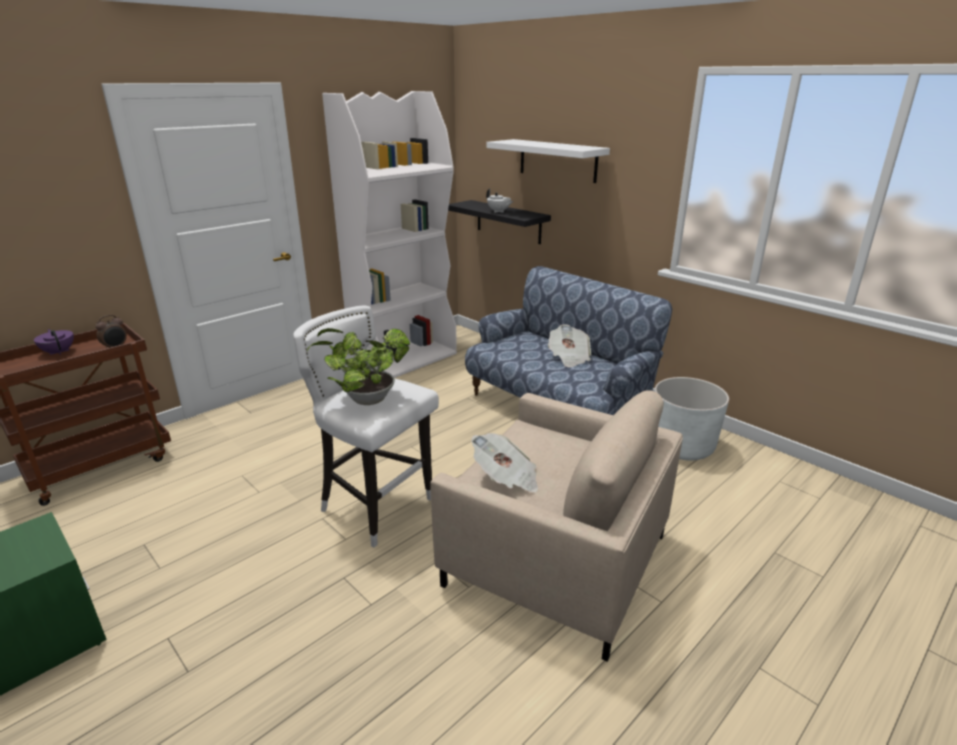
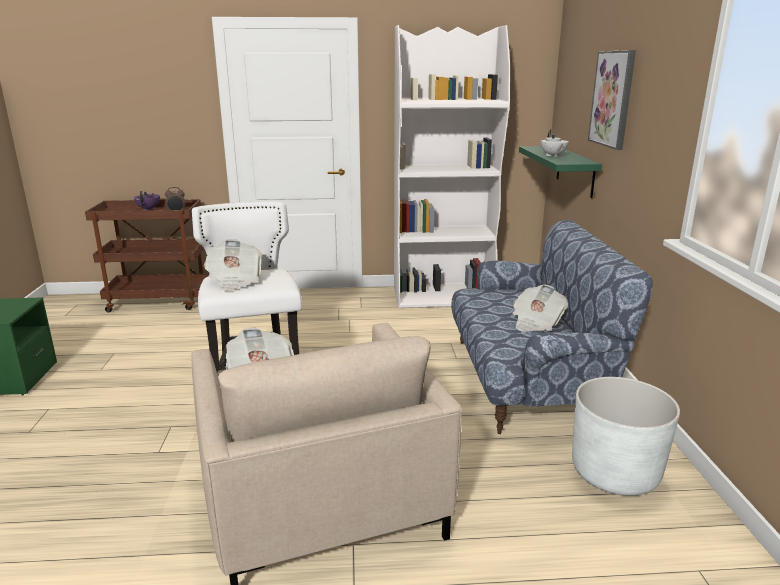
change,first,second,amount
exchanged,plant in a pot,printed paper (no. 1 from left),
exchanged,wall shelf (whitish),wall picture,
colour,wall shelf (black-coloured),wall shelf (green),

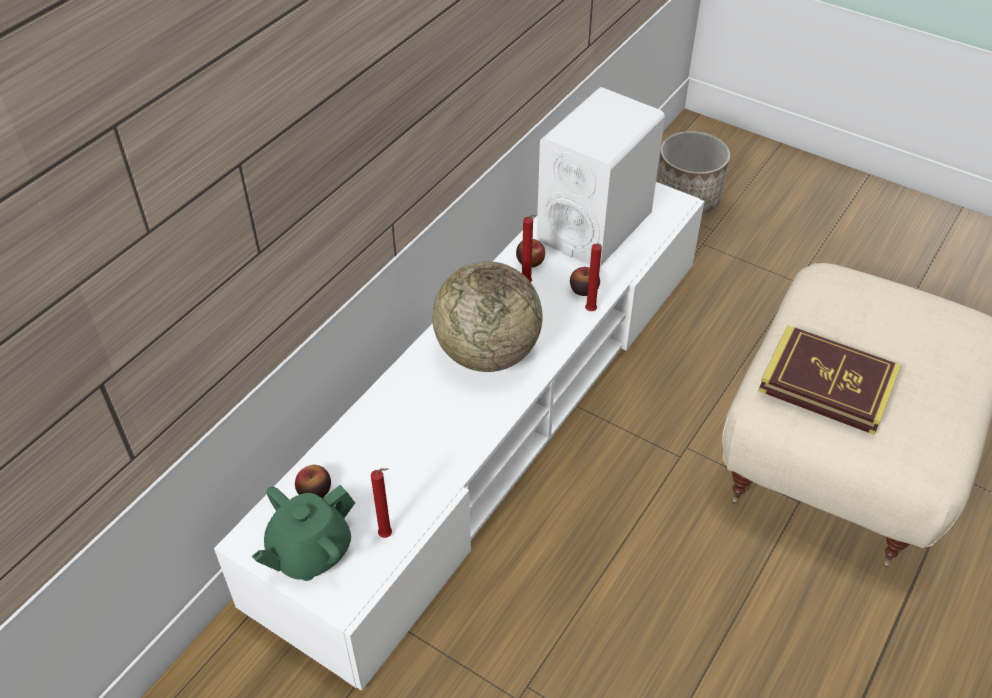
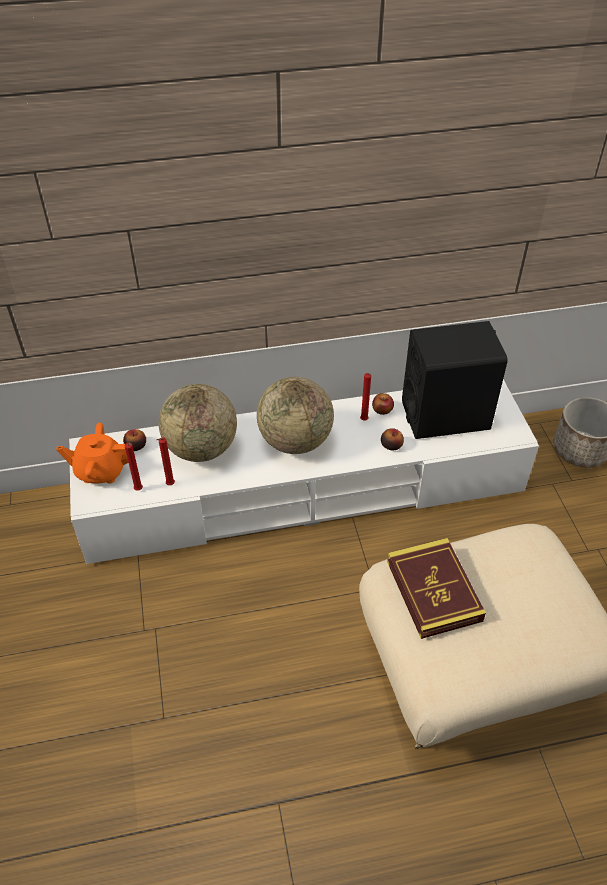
change,first,second,amount
appeared,,globe (no. 1 from left),
relocated,wax light (red-coloured) (no. 3 from left in the first image),wax light (red-coloured) (no. 2 from left),
colour,teapot (green),teapot (orangey),
colour,speaker (whitish),speaker (black-coloured),

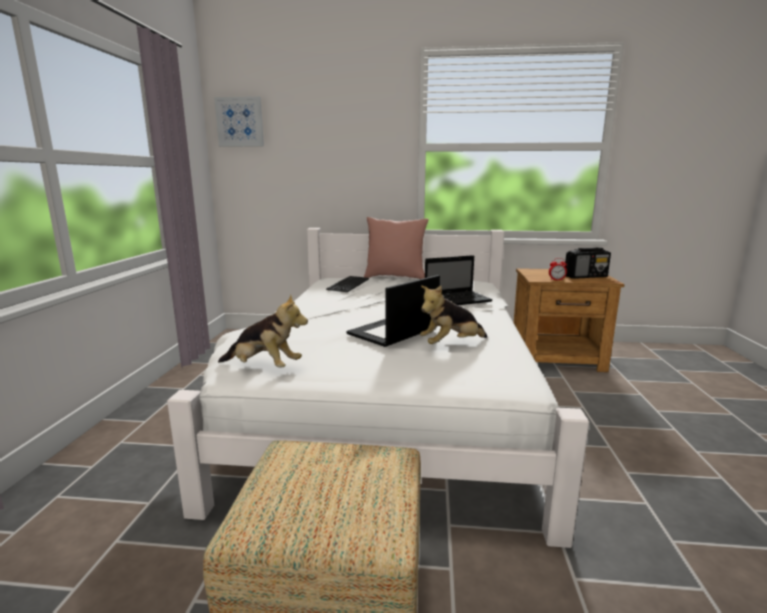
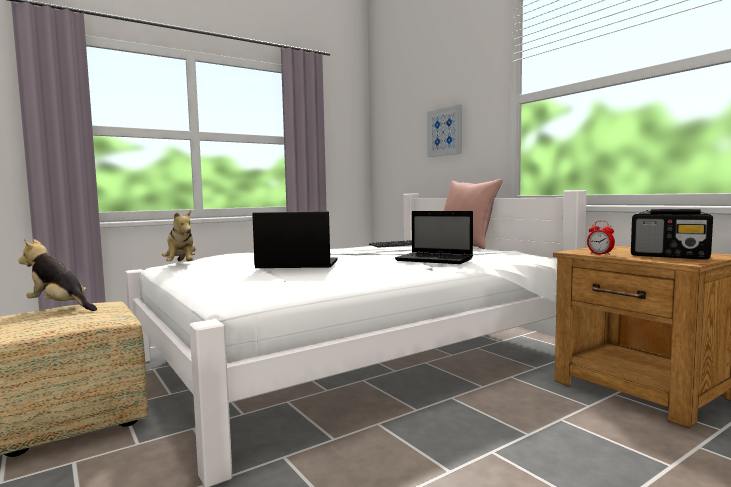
change,first,second,amount
relocated,wall picture,,
relocated,plush toy (no. 2 from left in the first image),plush toy (no. 1 from left),

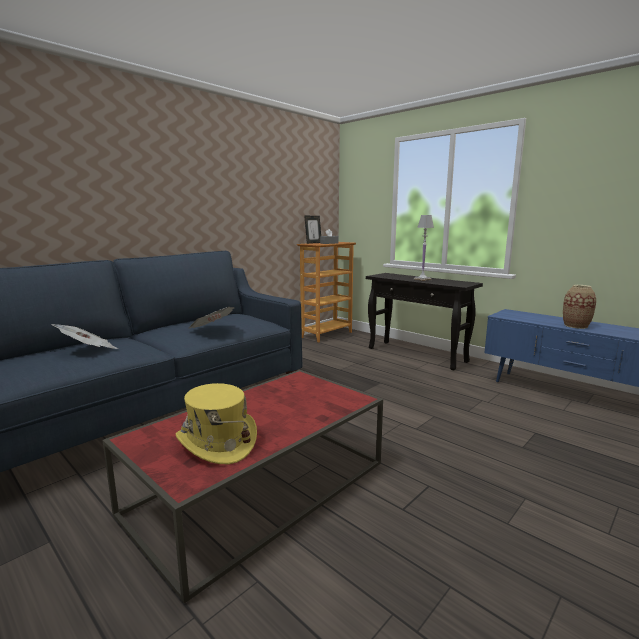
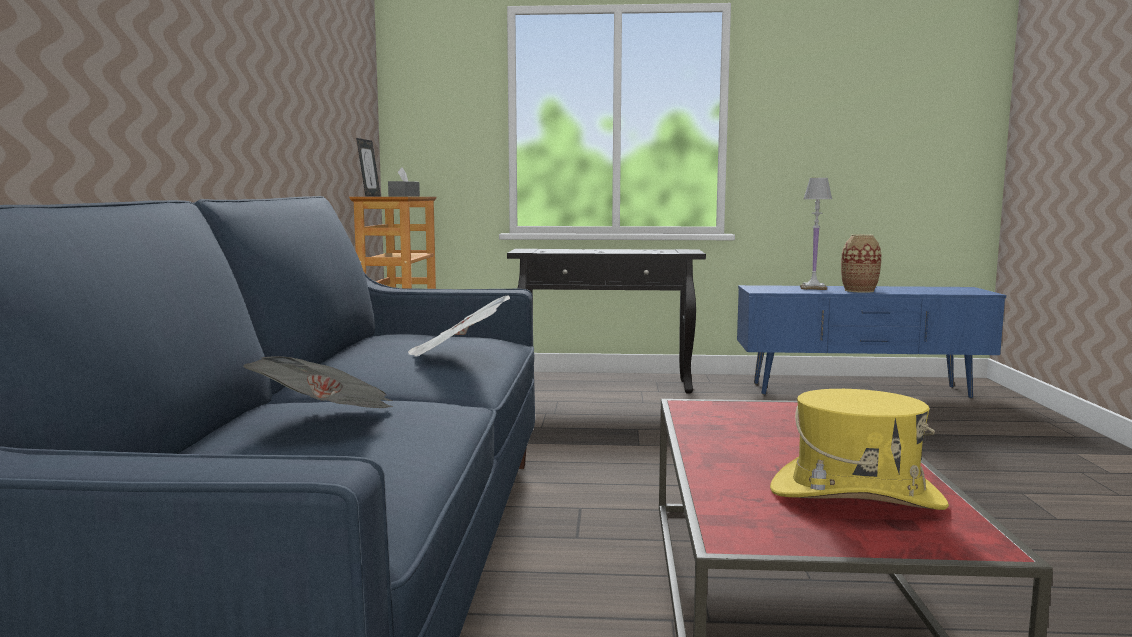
change,first,second,amount
relocated,lamp for a table (whitish),,

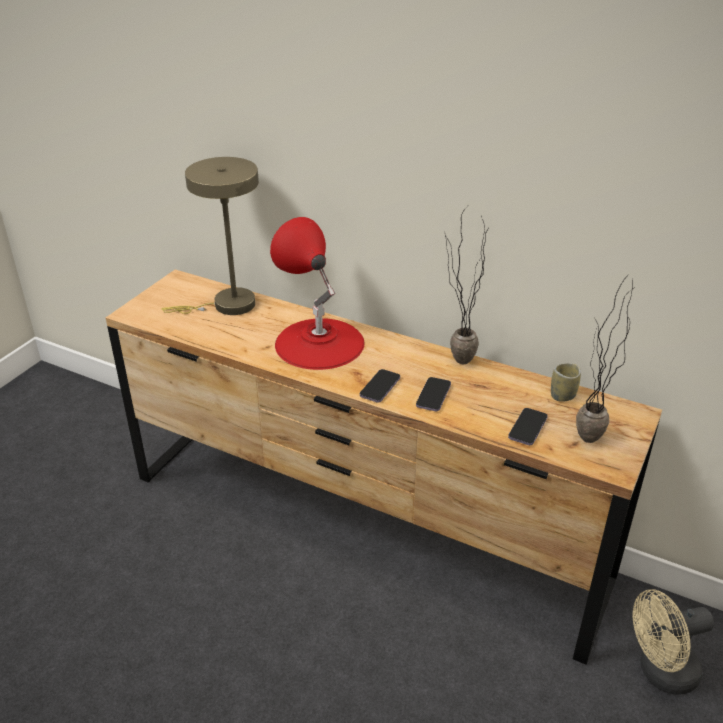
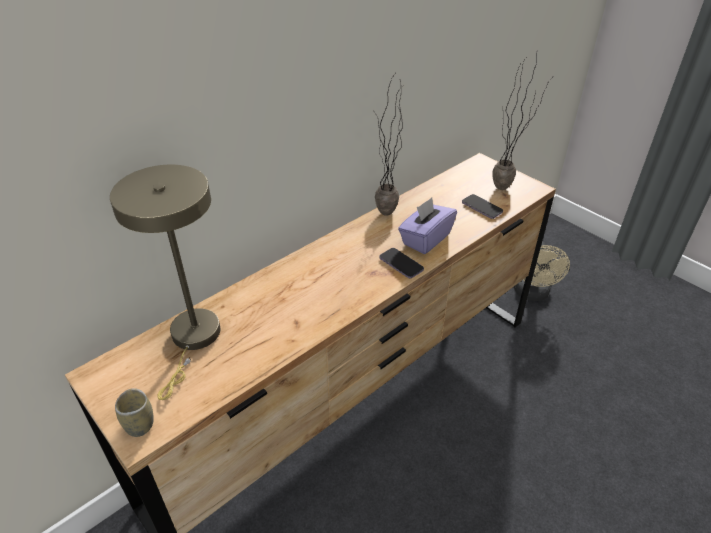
change,first,second,amount
missing,lamp for a table (red-coloured),,
relocated,cup,,
exchanged,telephone (no. 2 from left),box of tissues (purple-coloured),

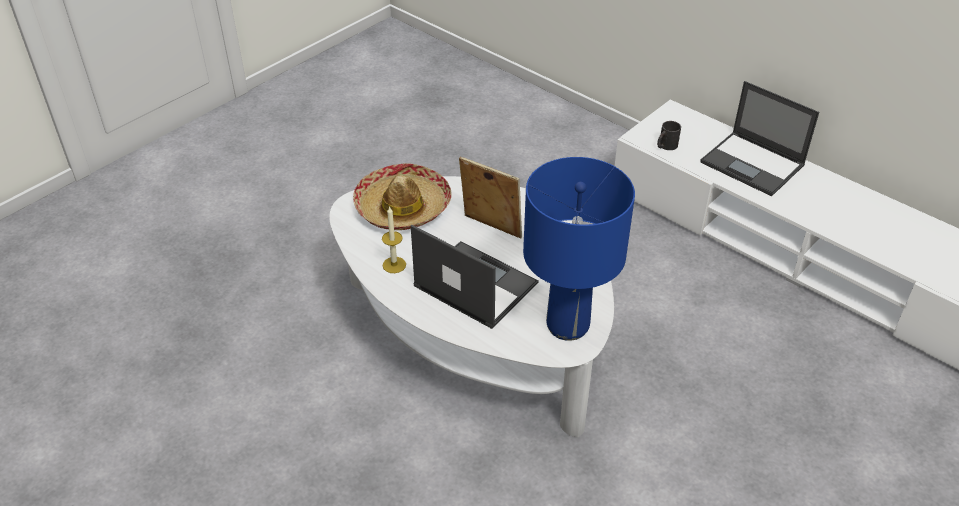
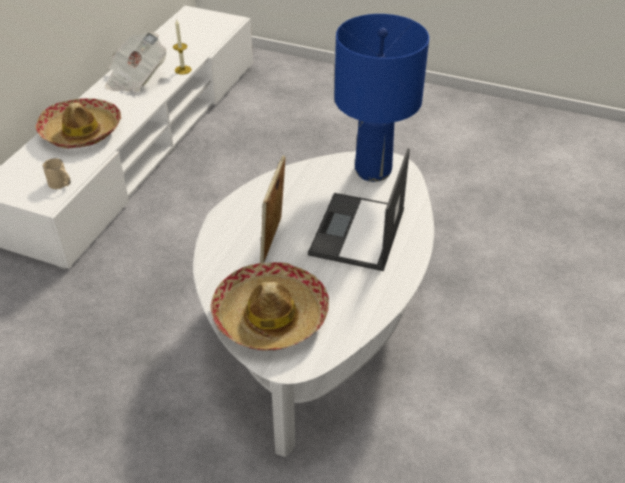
change,first,second,amount
appeared,,printed paper,
relocated,wax light,,
exchanged,portable computer (no. 2 from left),wearable hat (no. 1 from left),
colour,coffee mug (black-coloured),coffee mug (sand-coloured),

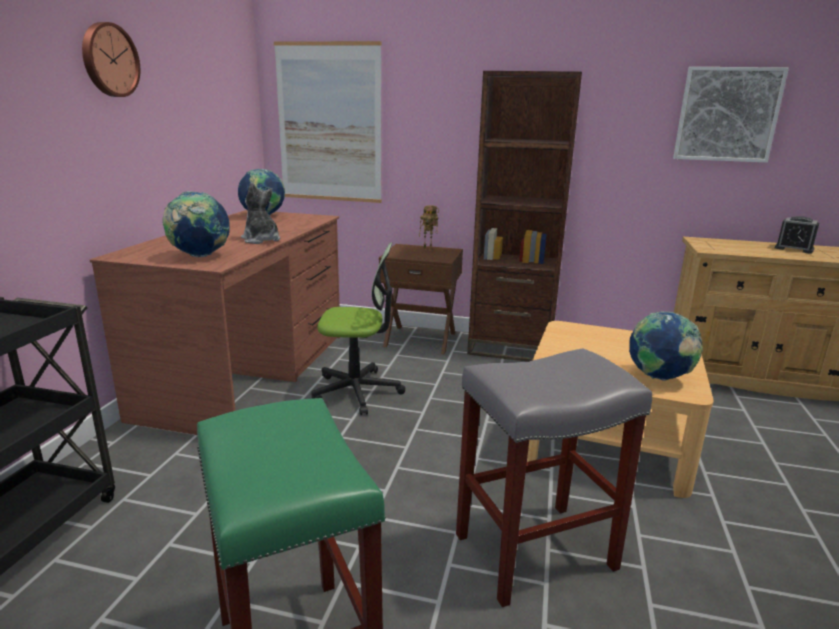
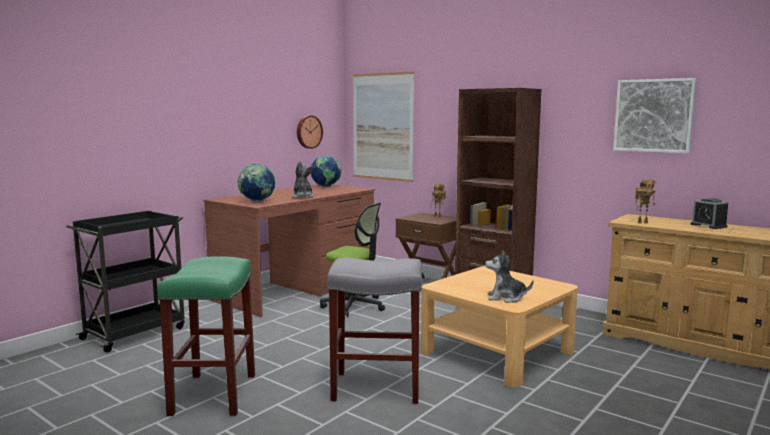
change,first,second,amount
appeared,,model robot (no. 2 from left),
relocated,wall clock,,
exchanged,globe (no. 3 from left),plush toy (no. 2 from left),

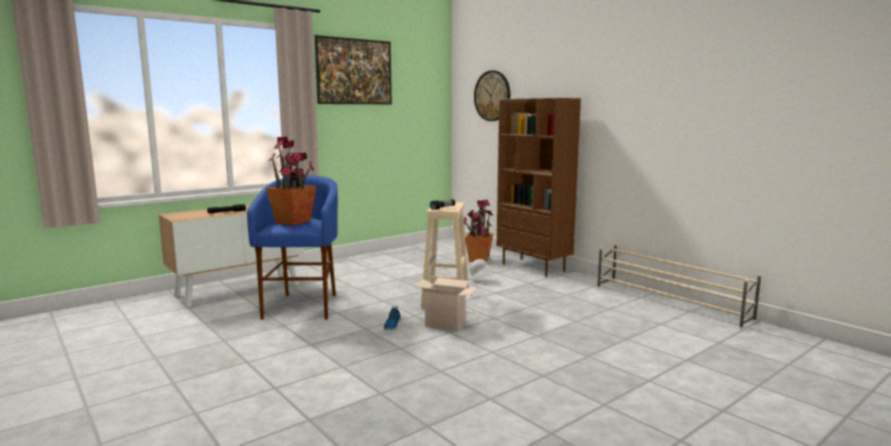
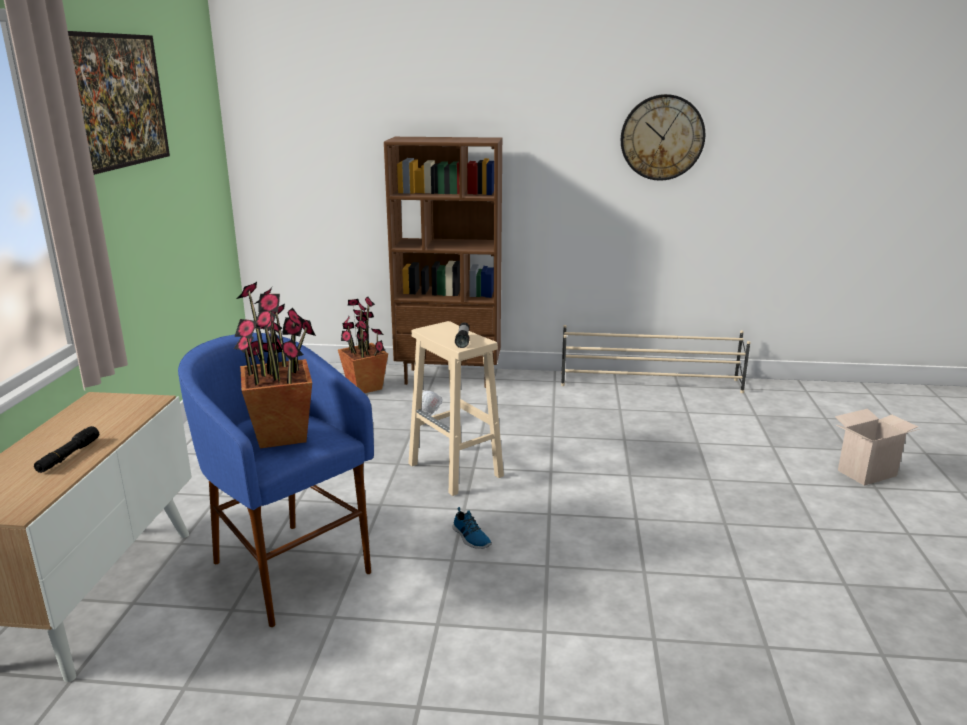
change,first,second,amount
relocated,carton,,
relocated,wall clock,,

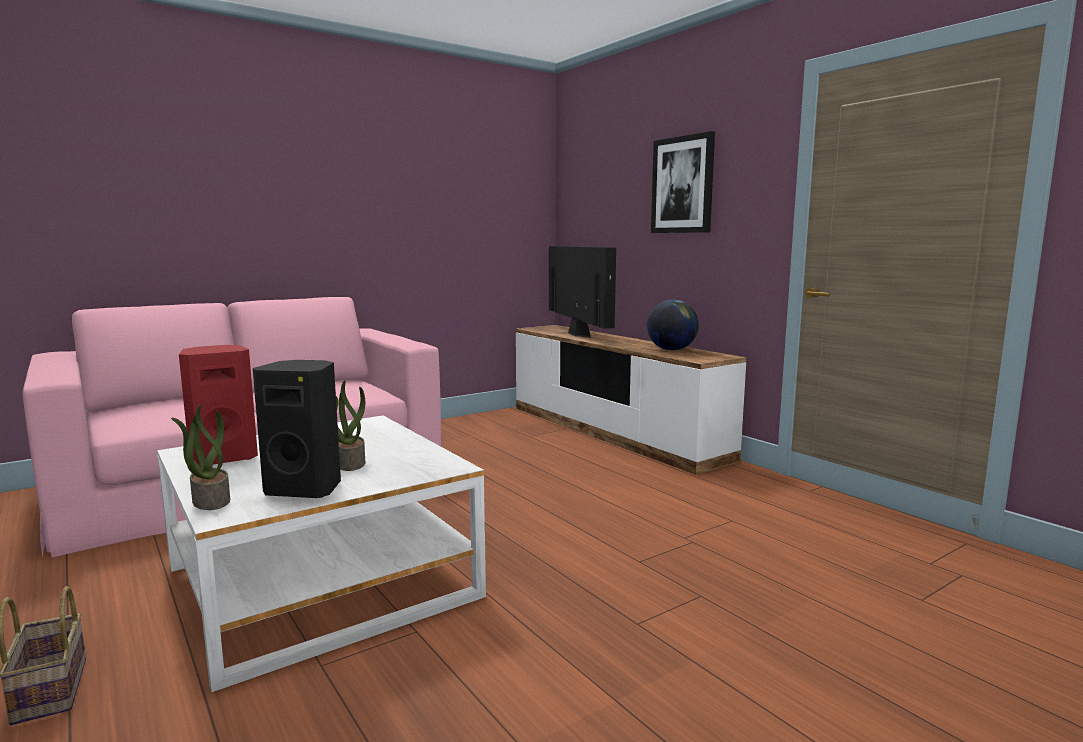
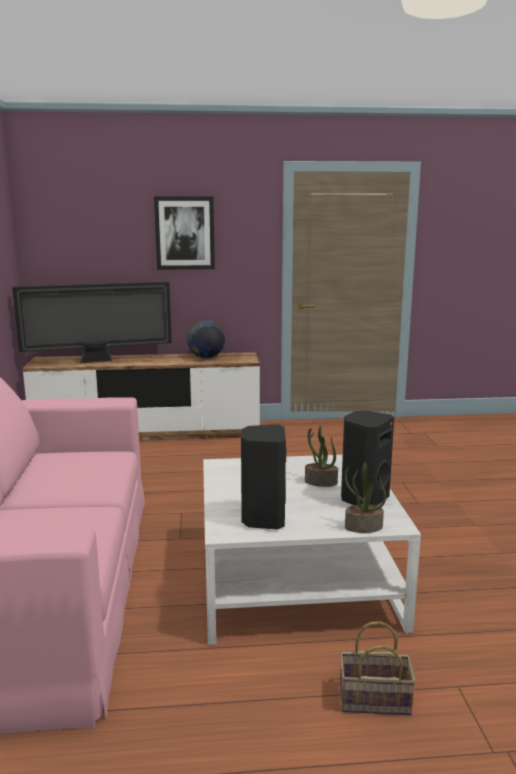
change,first,second,amount
colour,speaker (red-coloured),speaker (black-coloured) (no. 1 from left),
spun,television,,150 degrees clockwise

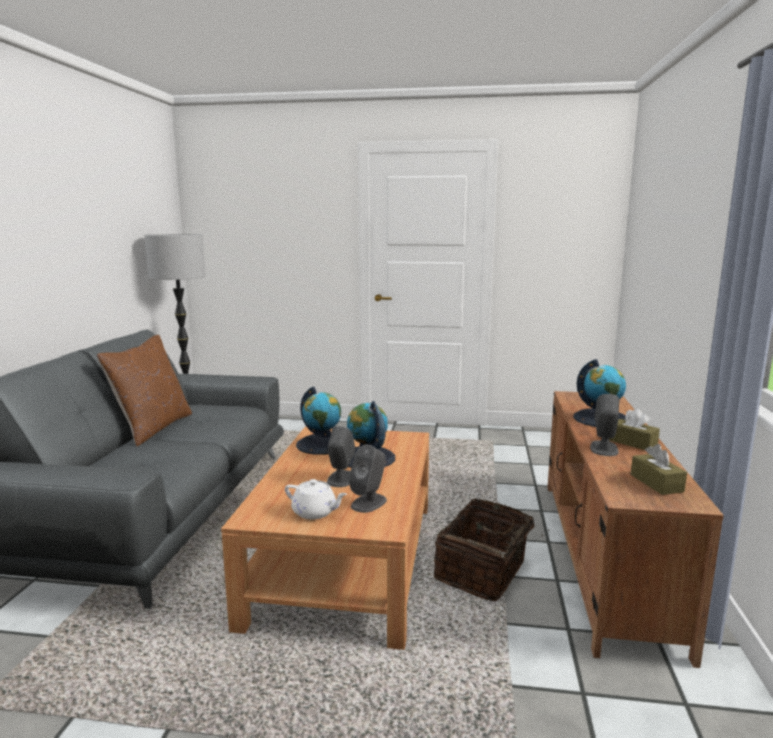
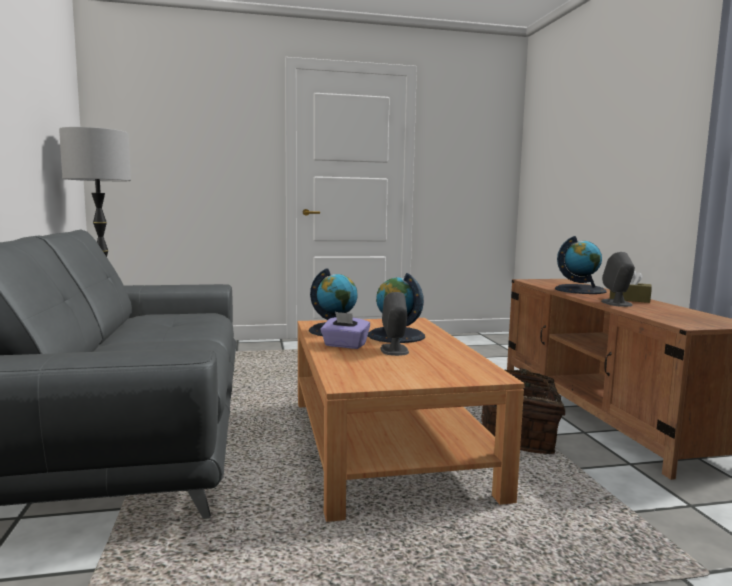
change,first,second,amount
missing,pillow (brownish),,
missing,teapot (whitish),,
missing,speaker (gray) (no. 2 from left),,
missing,box of tissues (brownish) (no. 2 from left),,
appeared,,box of tissues (purple-coloured),

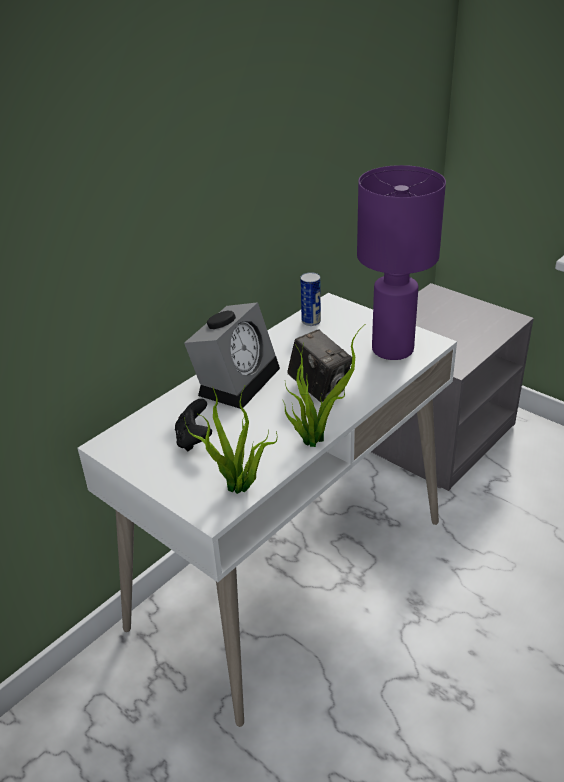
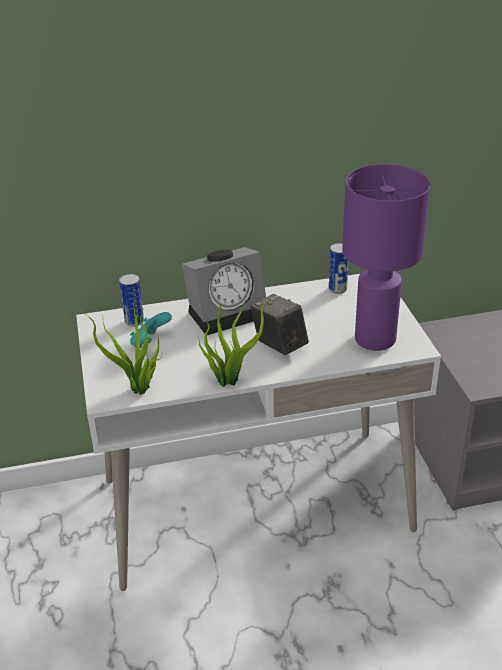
change,first,second,amount
appeared,,metal can (no. 1 from left),
colour,gamepad (black-coloured),gamepad (turquoise-coloured),
spun,photo camera,,150 degrees clockwise

